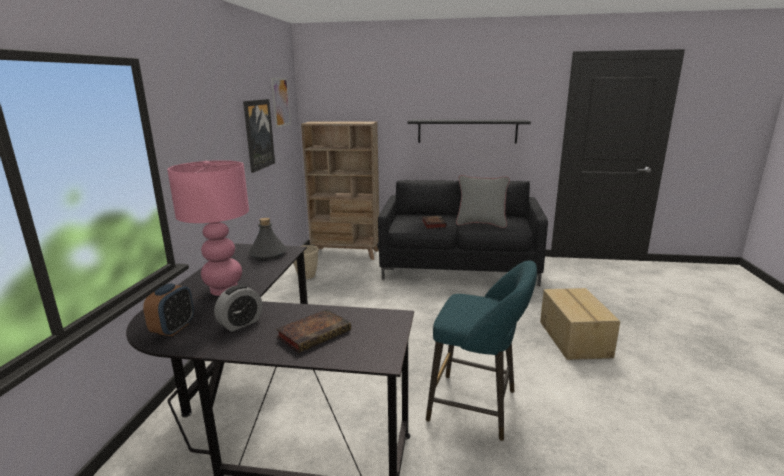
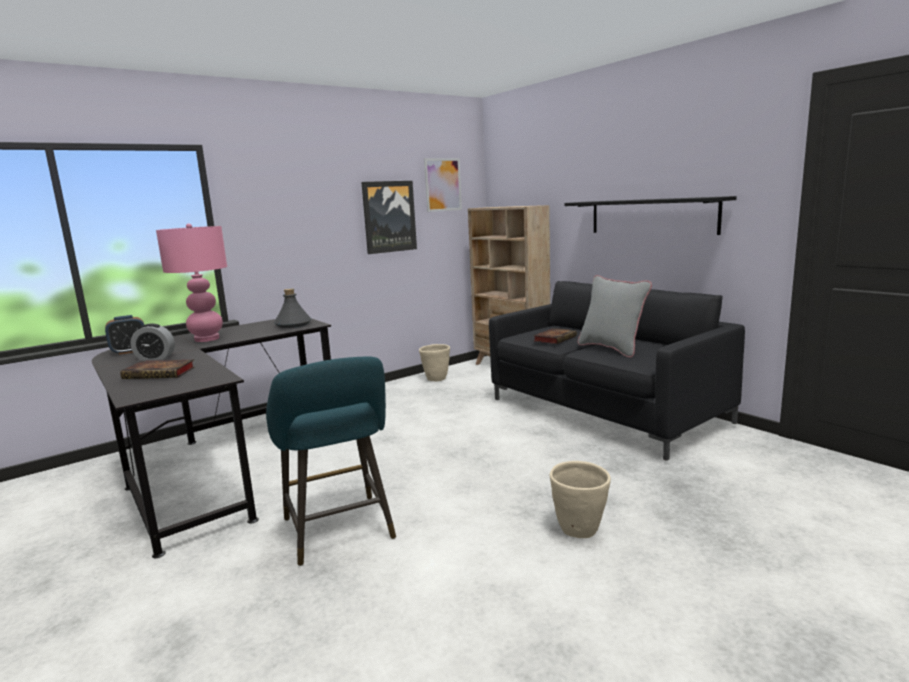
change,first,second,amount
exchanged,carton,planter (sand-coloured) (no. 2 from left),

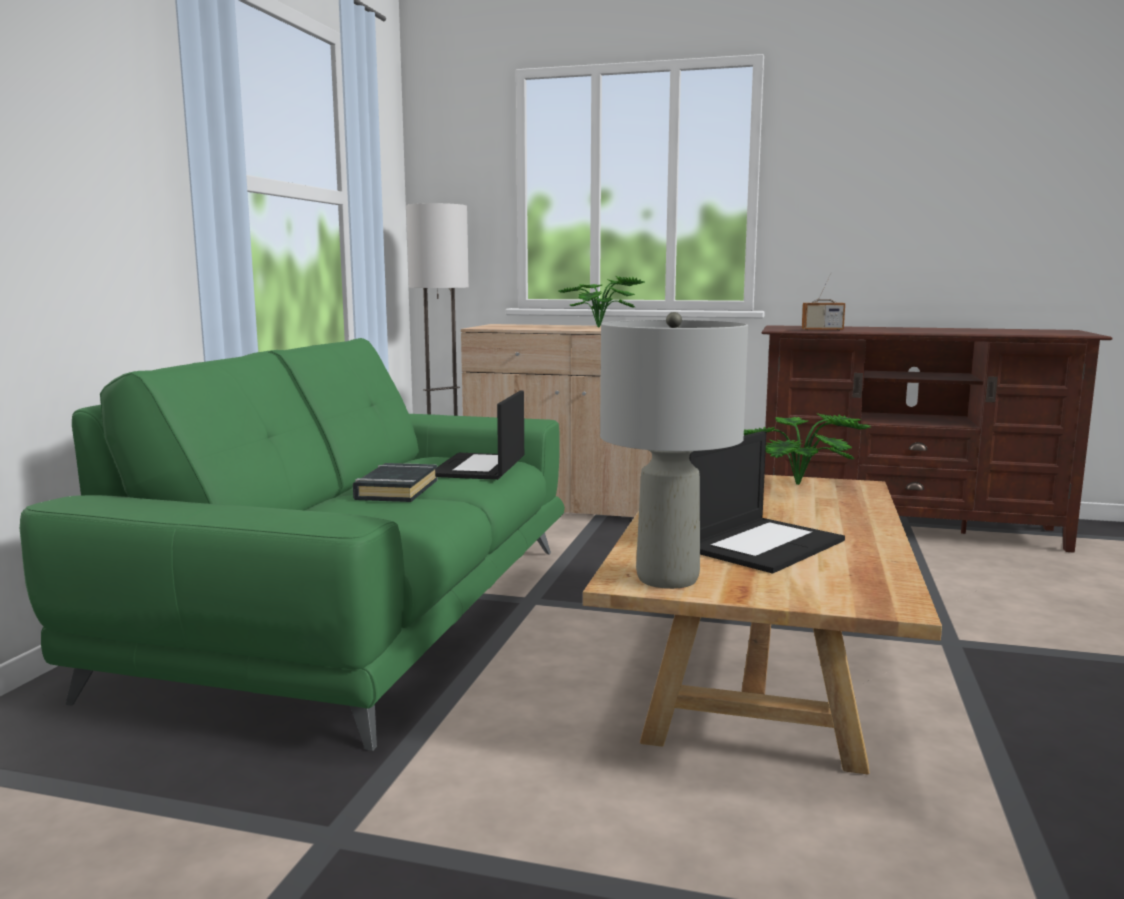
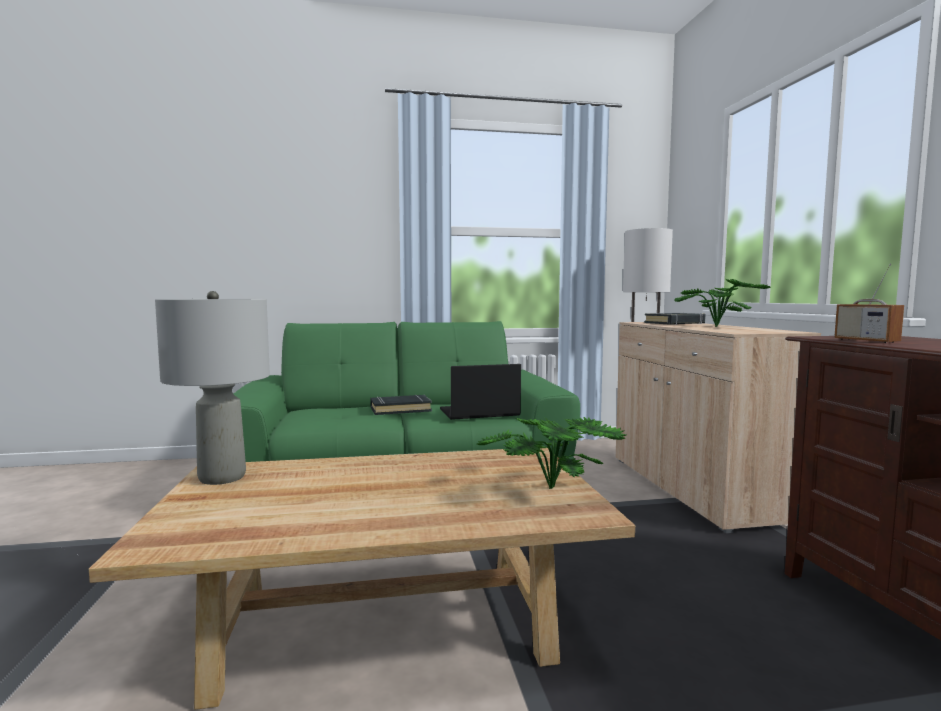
change,first,second,amount
missing,portable computer (no. 2 from left),,
appeared,,volume (black-coloured) (no. 2 from left),

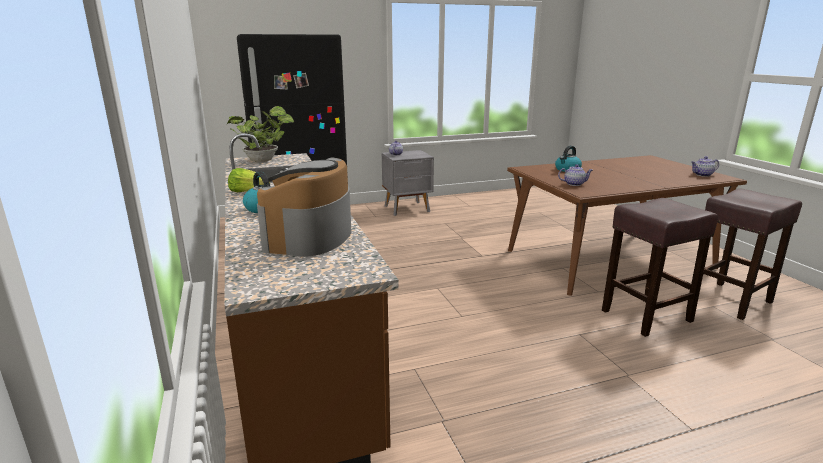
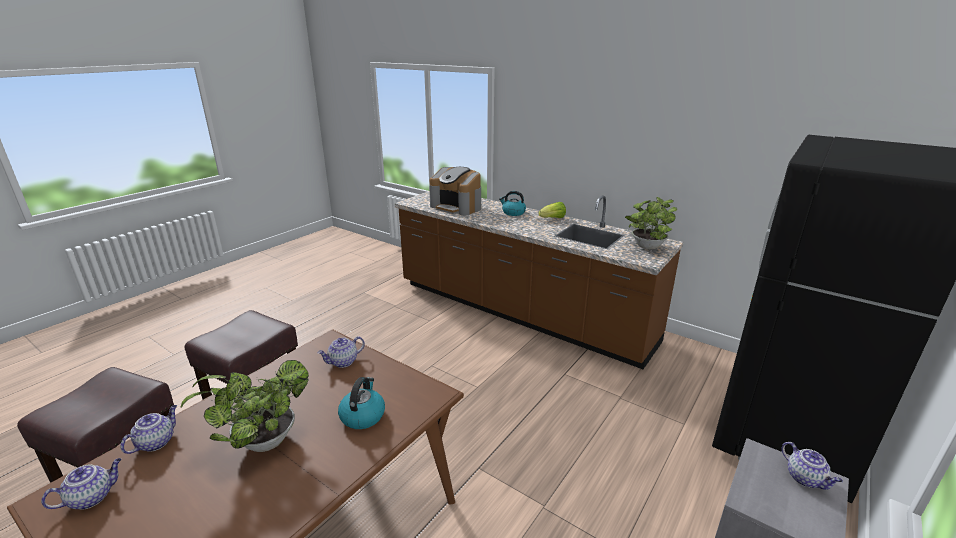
change,first,second,amount
appeared,,teapot (no. 2 from left),
appeared,,plant in a pot (no. 1 from left),
spun,coffee machine,,150 degrees clockwise

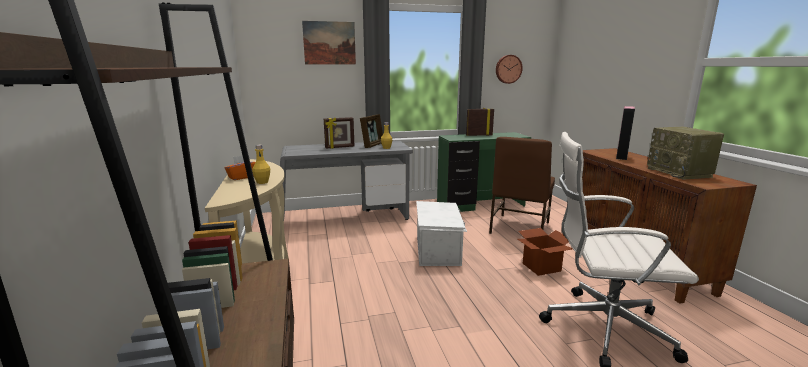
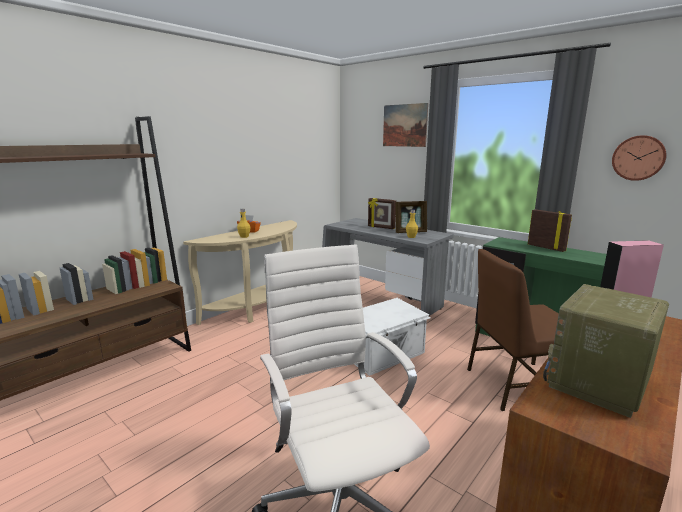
change,first,second,amount
missing,carton,,

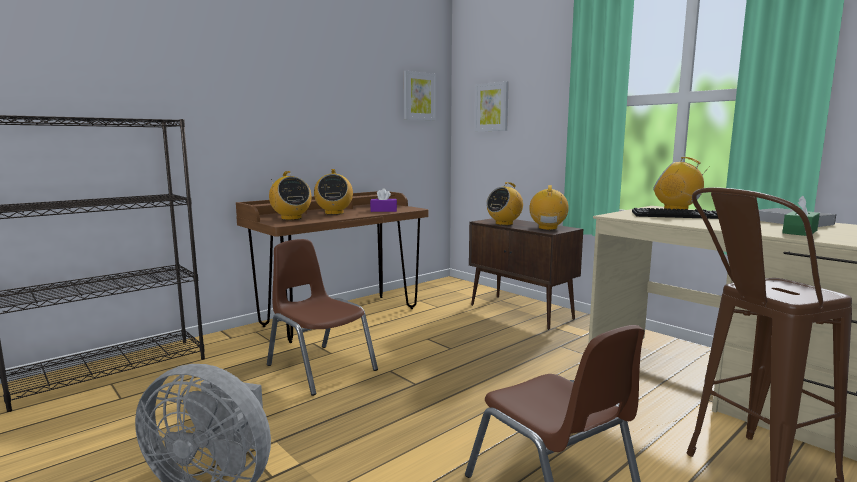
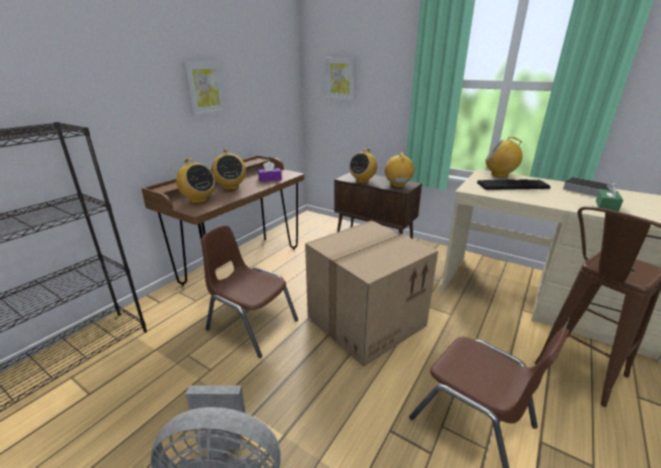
change,first,second,amount
appeared,,carton,
relocated,wall picture (no. 1 from left),,

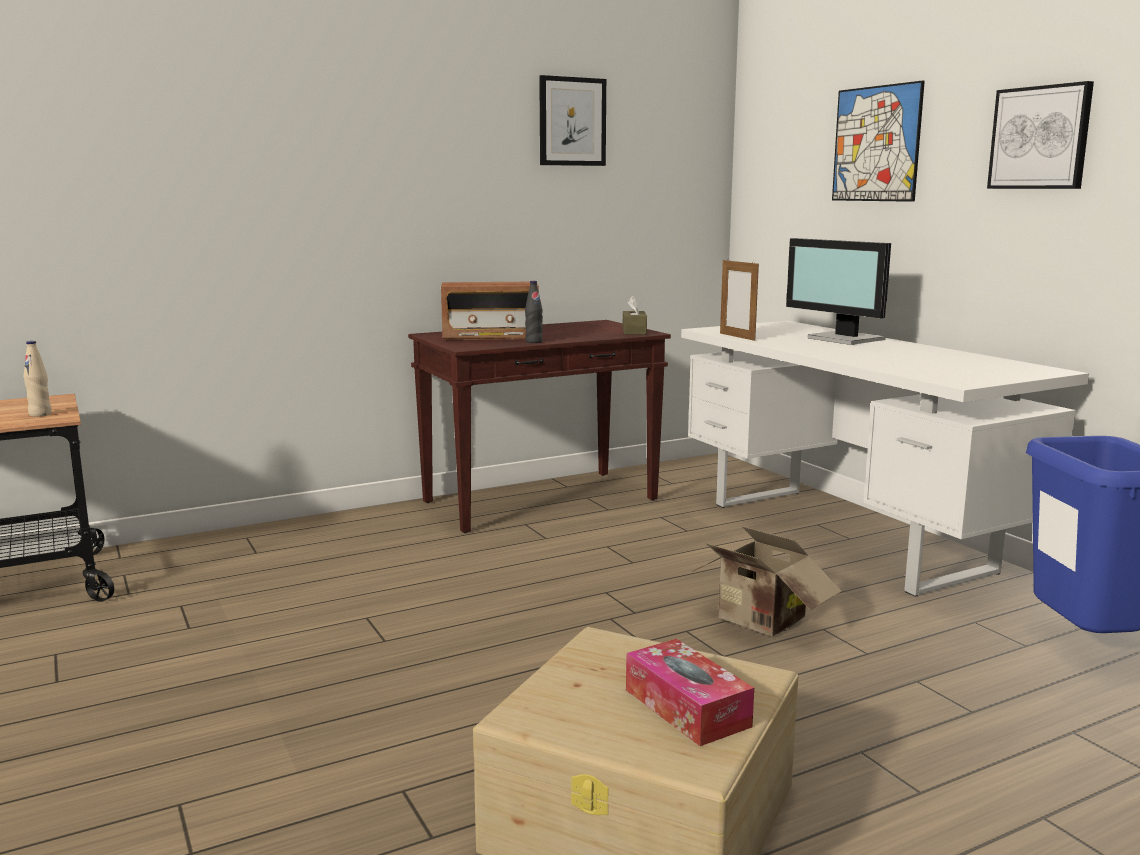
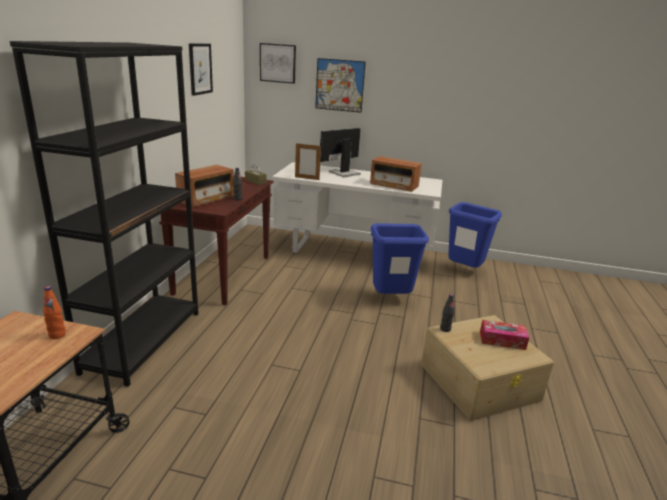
change,first,second,amount
appeared,,bookcase (black-coloured),
appeared,,radio receiver (no. 2 from left),
appeared,,drink bottle (black-coloured) (no. 2 from left),
relocated,wall picture (no. 3 from left in the first image),wall picture (no. 2 from left),
exchanged,carton,rubbish bin (bluish) (no. 1 from left),
colour,drink bottle (sand-coloured),drink bottle (orangey),
spun,computer screen,,135 degrees clockwise

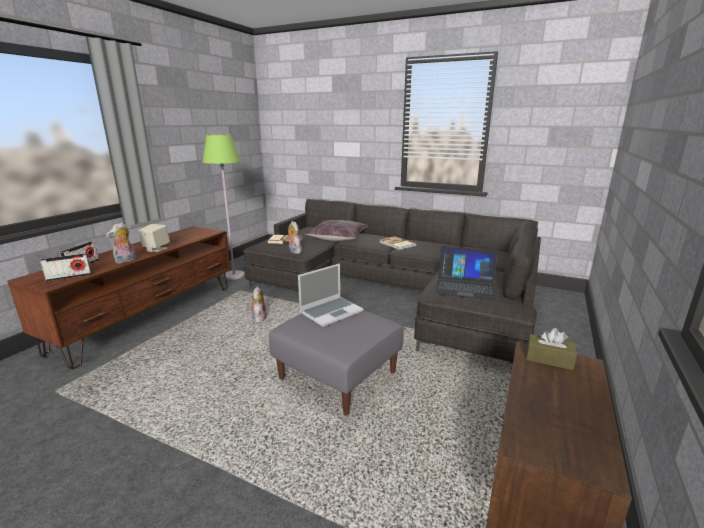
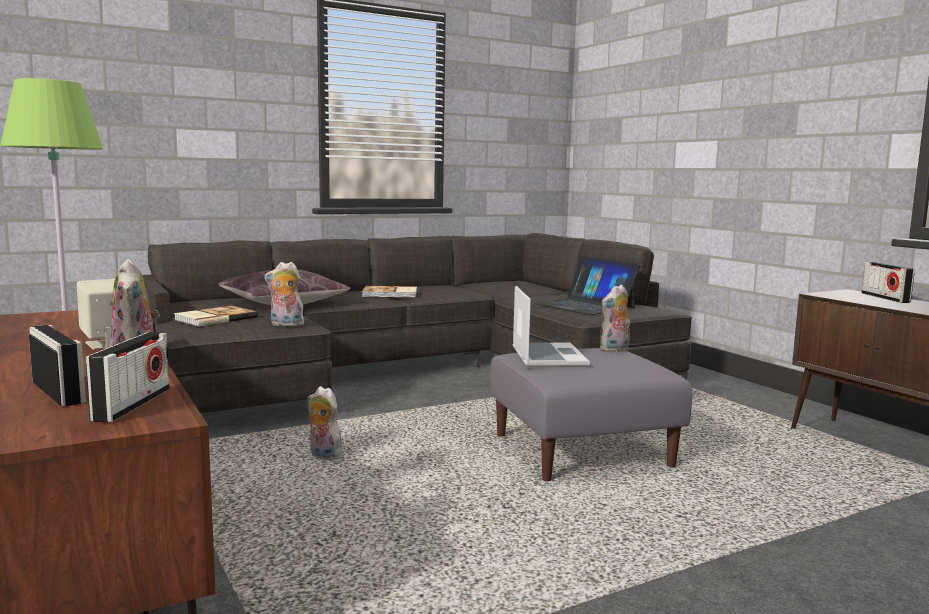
change,first,second,amount
missing,box of tissues (brownish),,
appeared,,plush toy (no. 4 from left),
appeared,,radio receiver (no. 3 from left),
spun,portable computer (no. 2 from left),,90 degrees clockwise

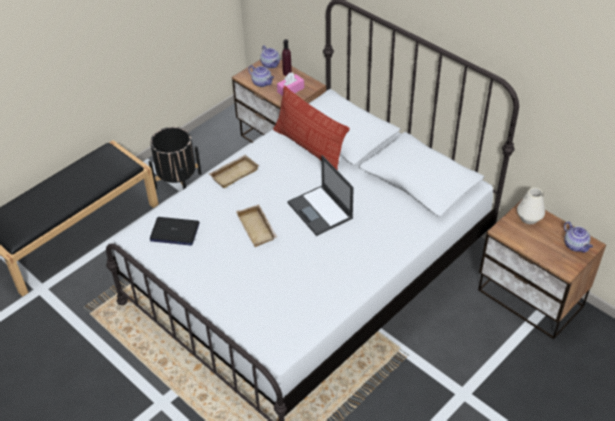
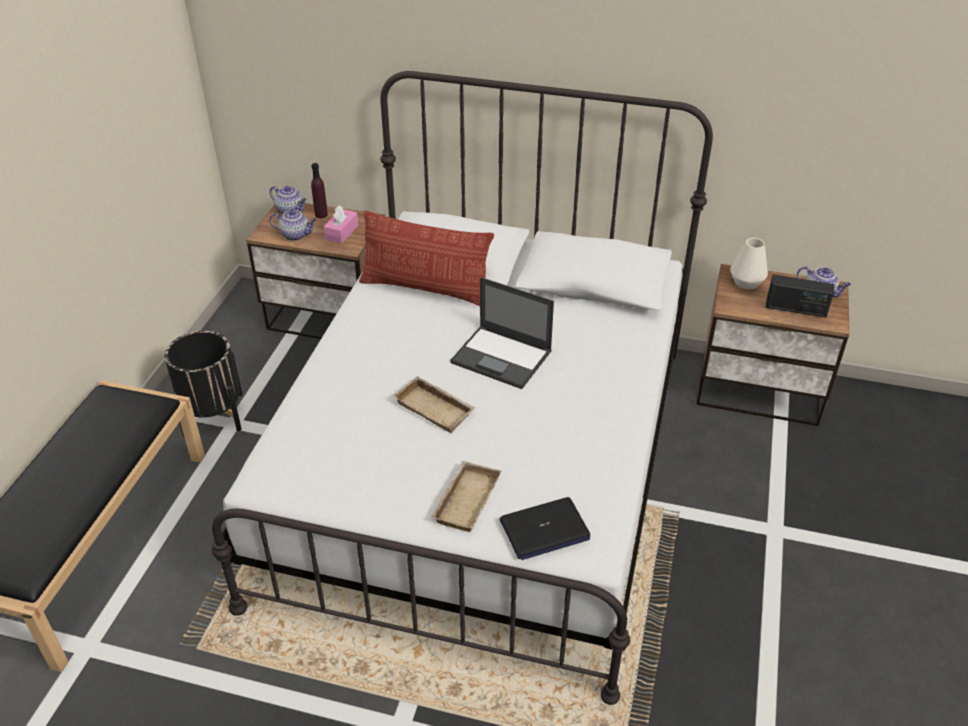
change,first,second,amount
appeared,,radio receiver,
relocated,portable computer (no. 1 from left in the first image),portable computer (no. 2 from left),
relocated,serving tray (sand-coloured) (no. 1 from left in the first image),serving tray (sand-coloured) (no. 2 from left),

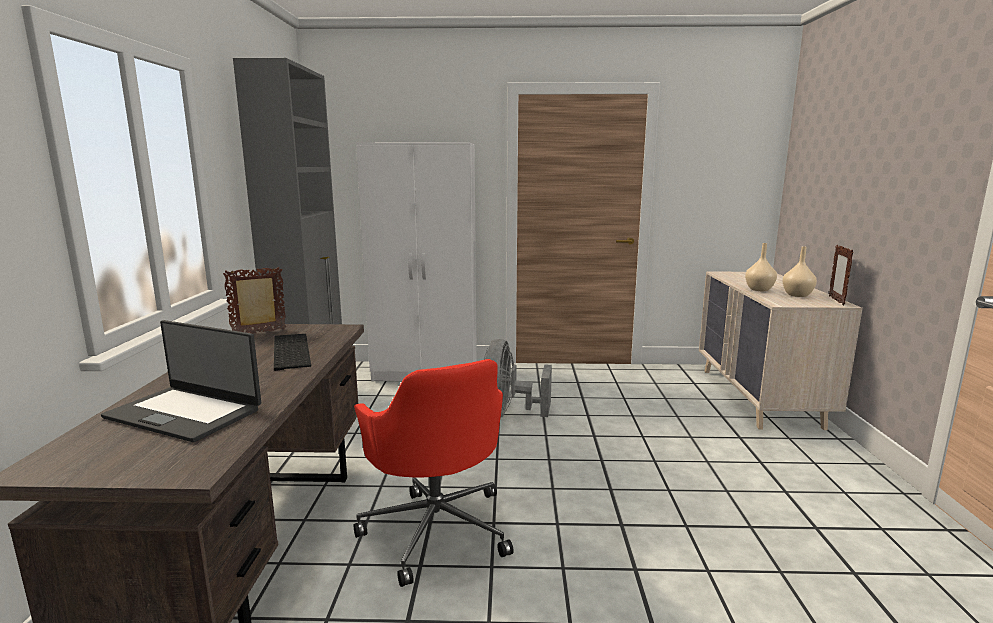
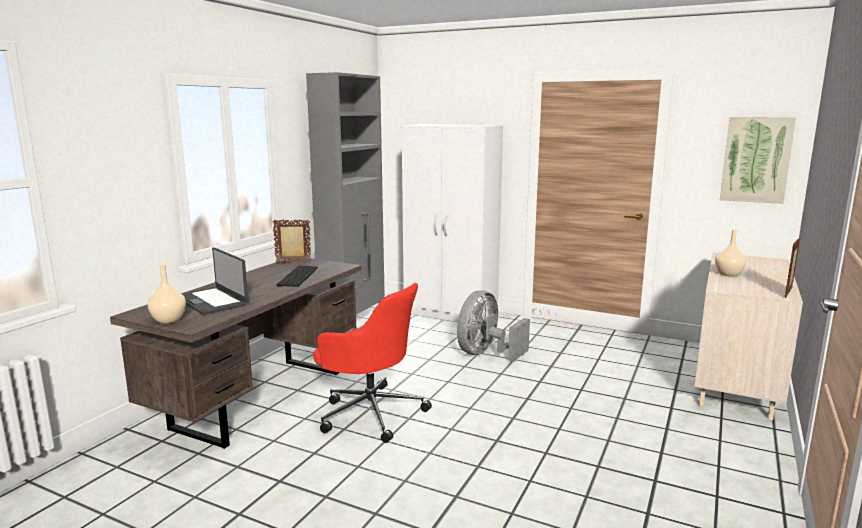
change,first,second,amount
appeared,,wall picture,
relocated,decorative vase (sand-coloured) (no. 2 from left in the first image),decorative vase (sand-coloured) (no. 1 from left),
spun,computer chair (red-coloured),,60 degrees counterclockwise

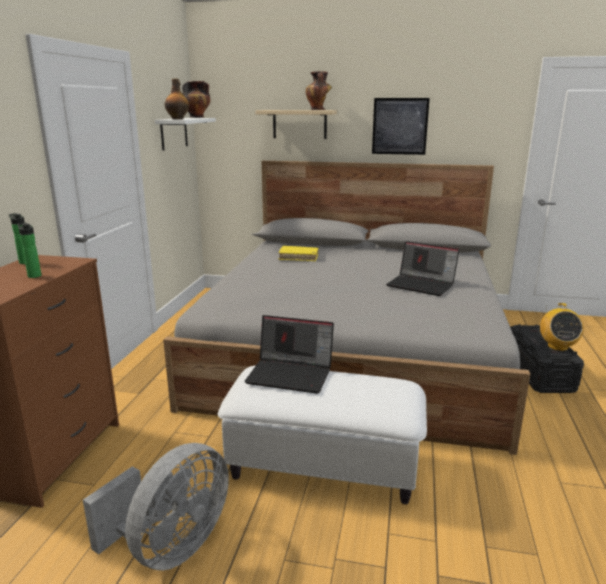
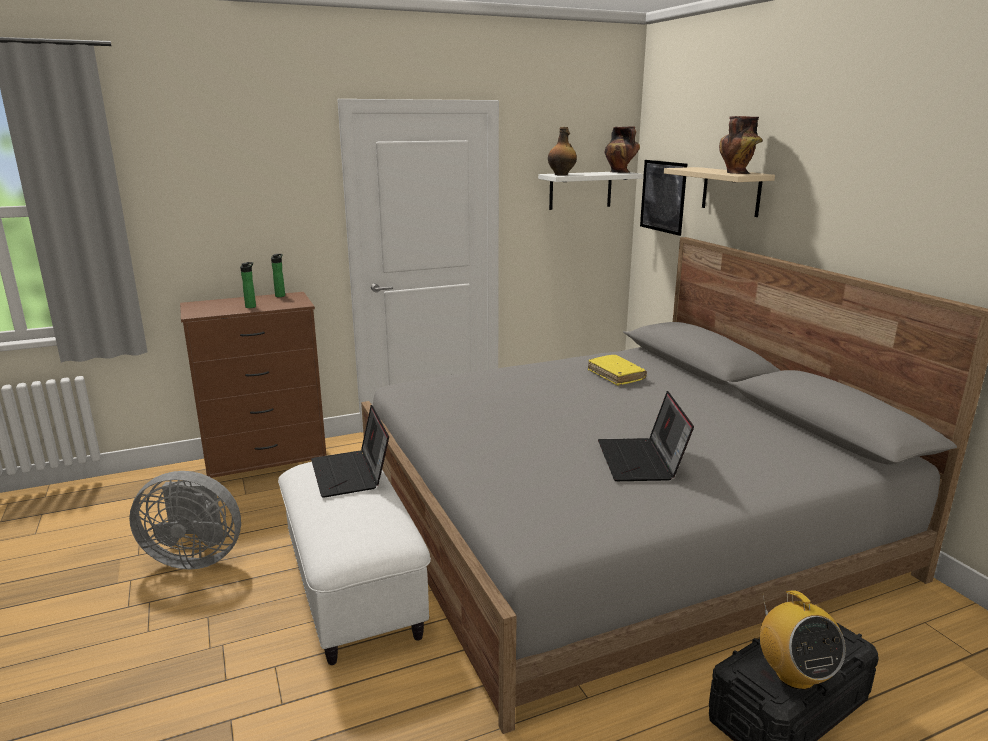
change,first,second,amount
relocated,wall picture,,
spun,radio receiver,,75 degrees counterclockwise

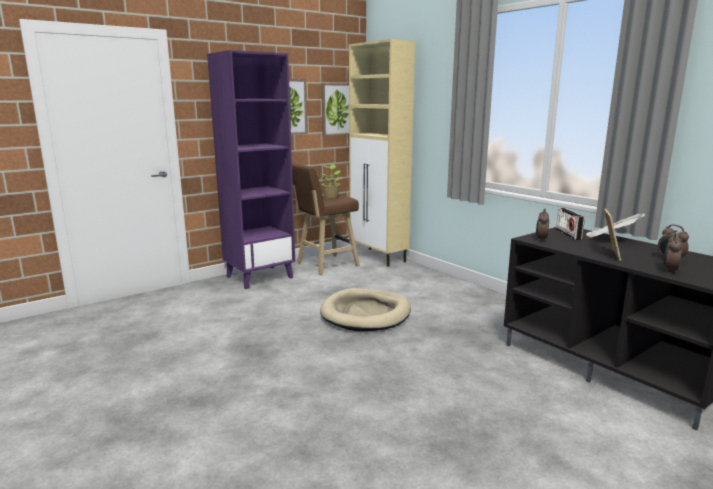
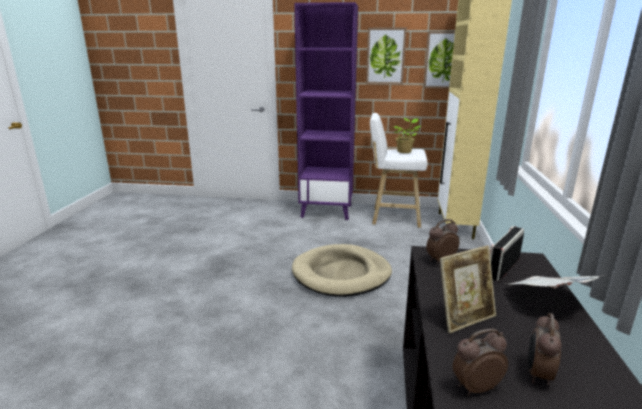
change,first,second,amount
colour,stool (brownish),stool (whitish),

